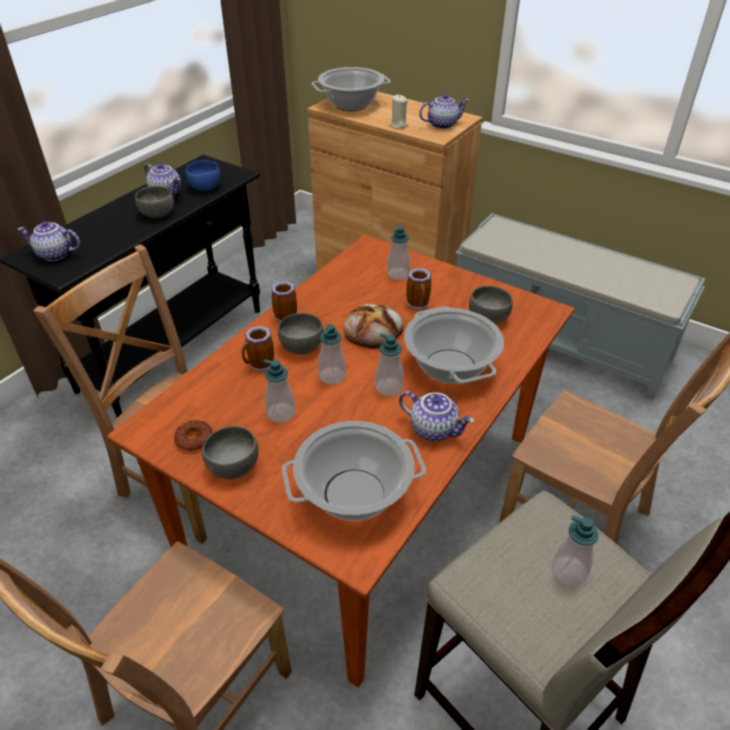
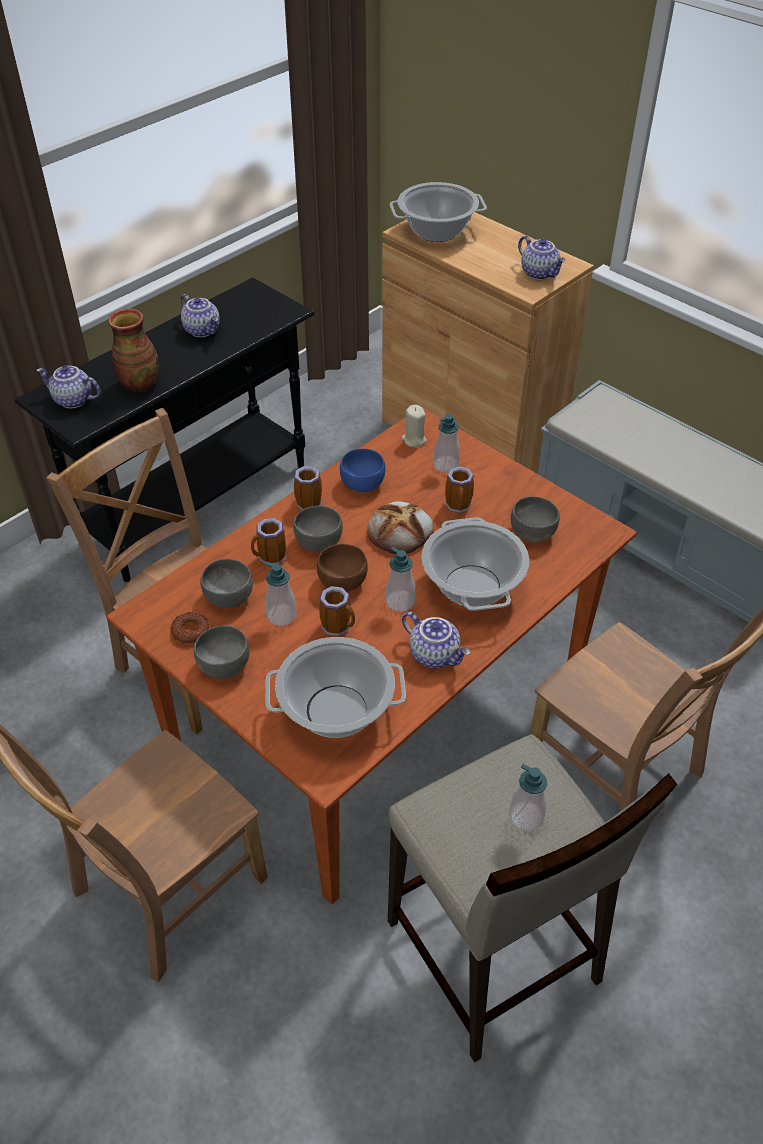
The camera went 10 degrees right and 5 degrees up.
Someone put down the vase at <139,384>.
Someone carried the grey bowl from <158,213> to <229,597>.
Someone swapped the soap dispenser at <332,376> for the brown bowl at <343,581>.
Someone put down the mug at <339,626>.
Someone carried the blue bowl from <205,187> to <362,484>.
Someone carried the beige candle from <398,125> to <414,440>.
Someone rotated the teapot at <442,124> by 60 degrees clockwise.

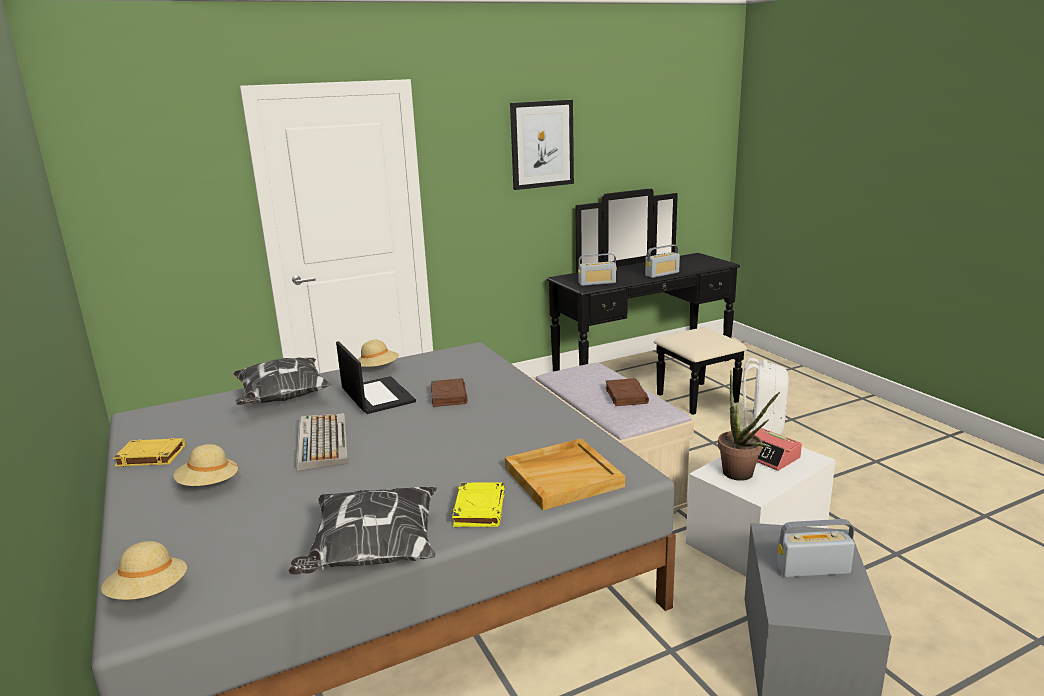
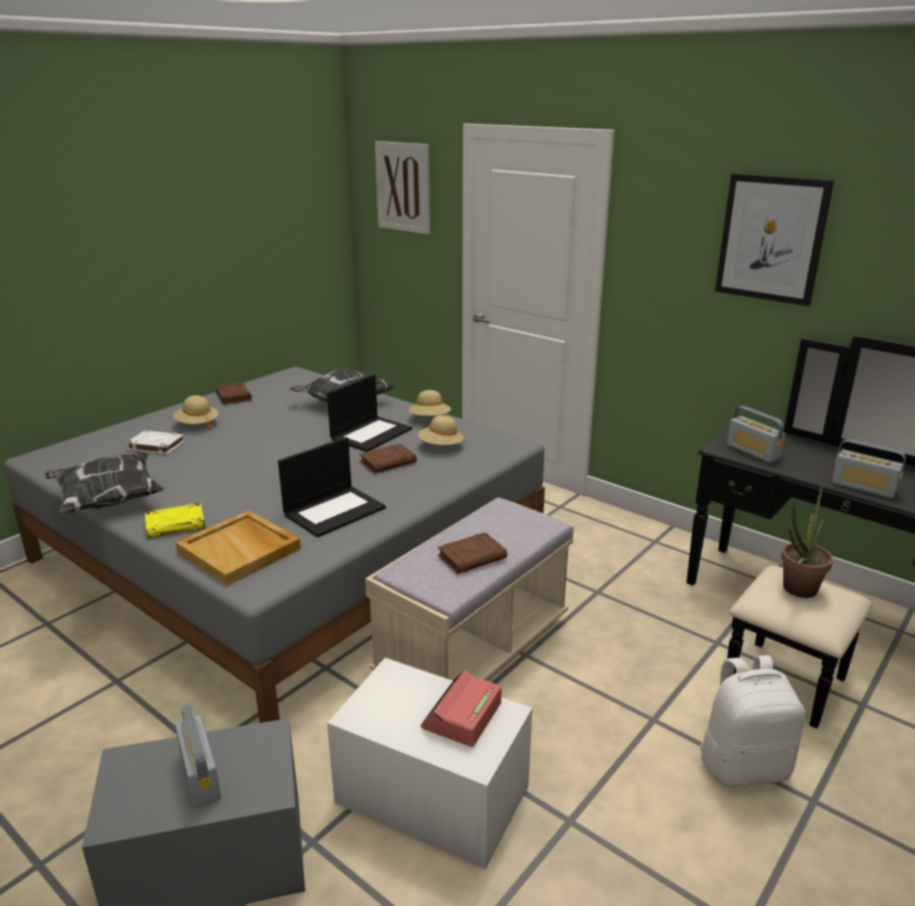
The camera went 65 degrees right and 5 degrees up.
Someone put down the white book at <156,445>.
Someone repainted the yellow book at <150,456>, which became the brown book at <233,396>.
Someone put down the laptop at <335,510>.
Someone put up the picture at <403,187>.
Someone carried the beige hat from <149,593> to <441,446>.
Someone carried the potted plant from <741,476> to <796,591>.
Someone took away the keyboard at <322,442>.

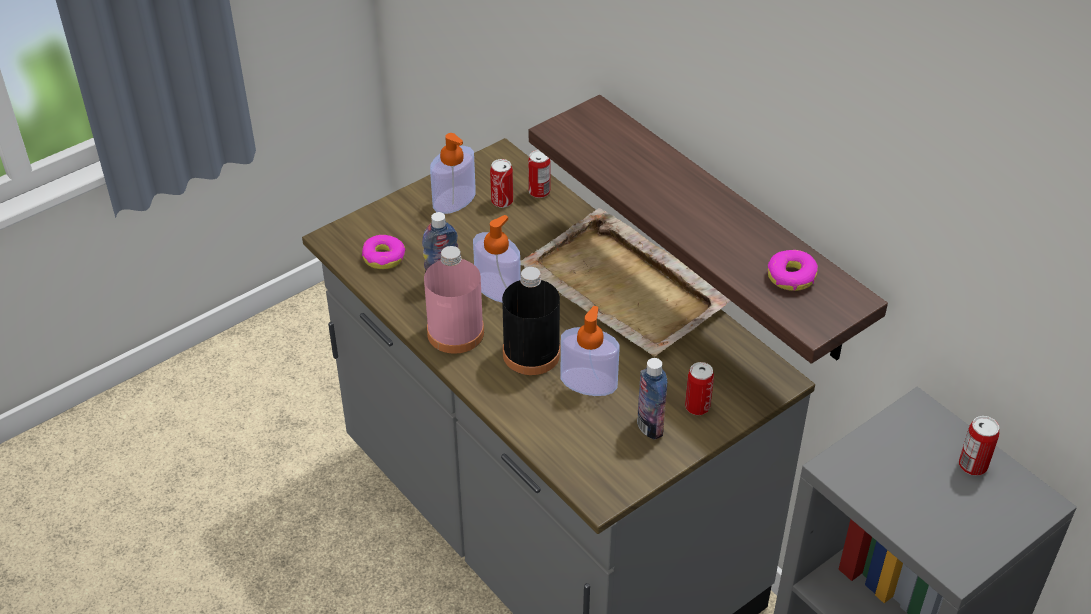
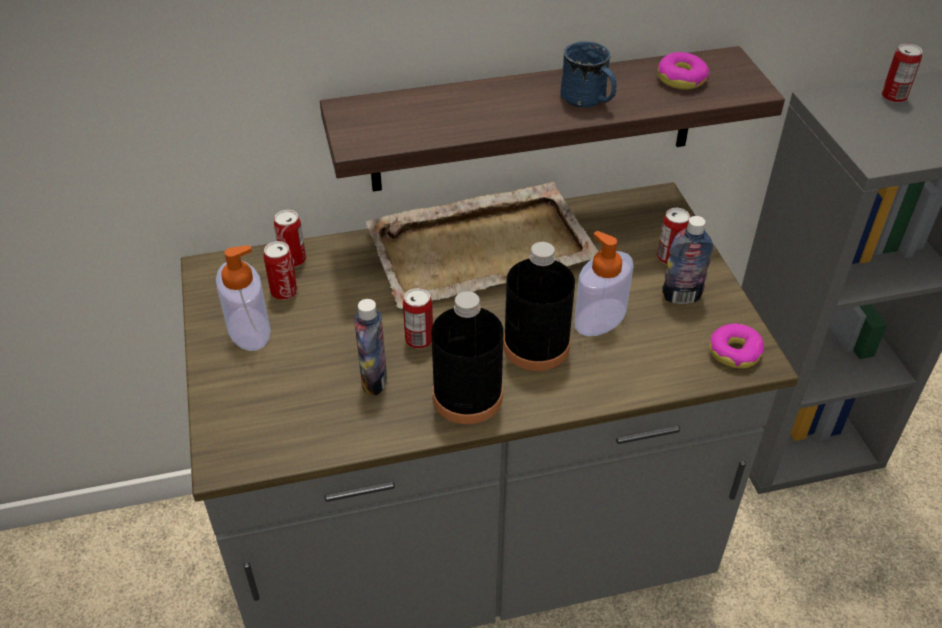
The camera went 65 degrees left and 0 degrees up.
Someone swapped the soap dispenser at <497,288> for the can at <419,340>.
Someone repainted the pink bottle at <455,333>, which became the black bottle at <467,397>.
Someone put down the blue mug at <588,101>.
Someone carried the donut from <384,257> to <735,352>.

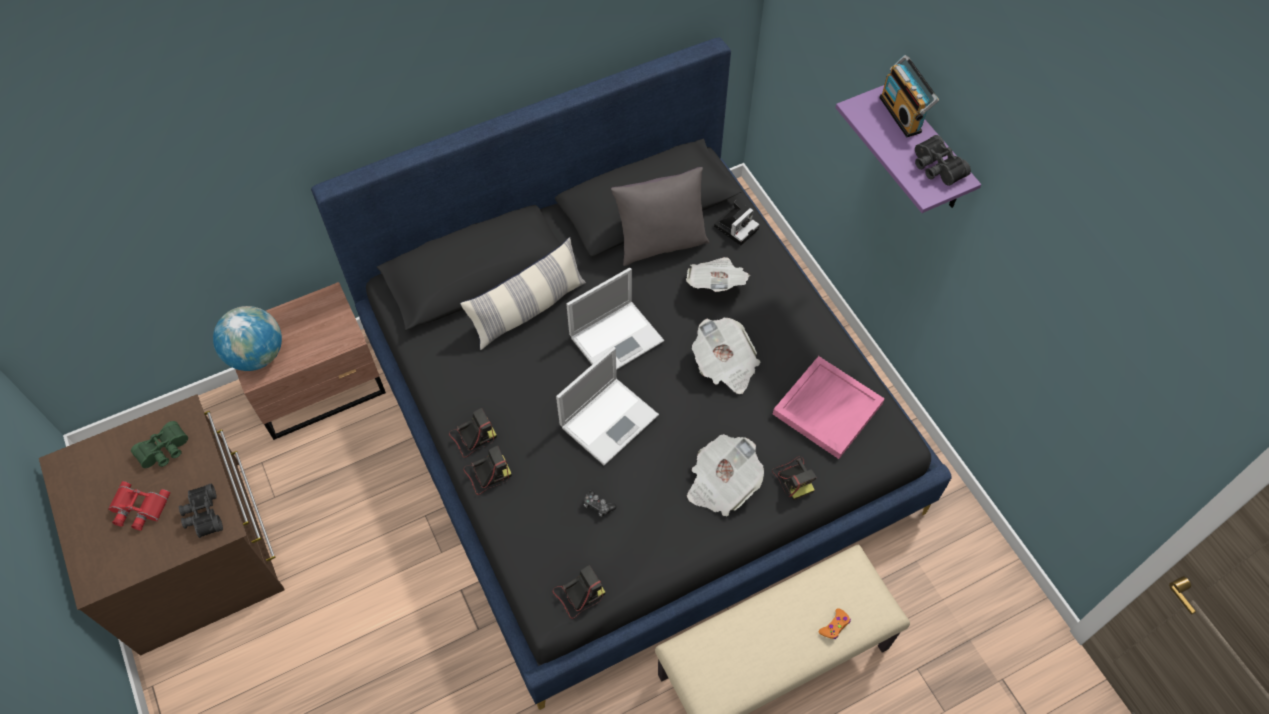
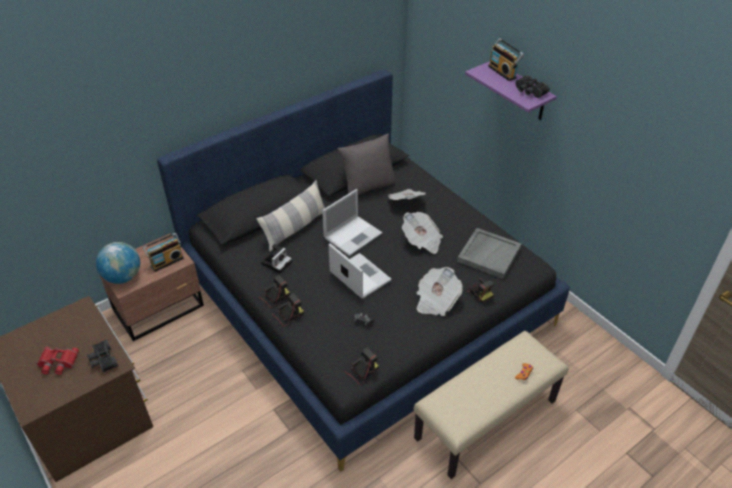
The camera went 10 degrees left and 15 degrees down.
Someone put down the radio at <166,261>.
Someone carried the photo camera from <736,226> to <277,262>.
Someone rotated the laptop at <610,419> by 75 degrees counterclockwise.
Someone repainted the pink tray at <827,408>, which became the grey tray at <488,254>.
Someone took away the green binoculars at <165,451>.

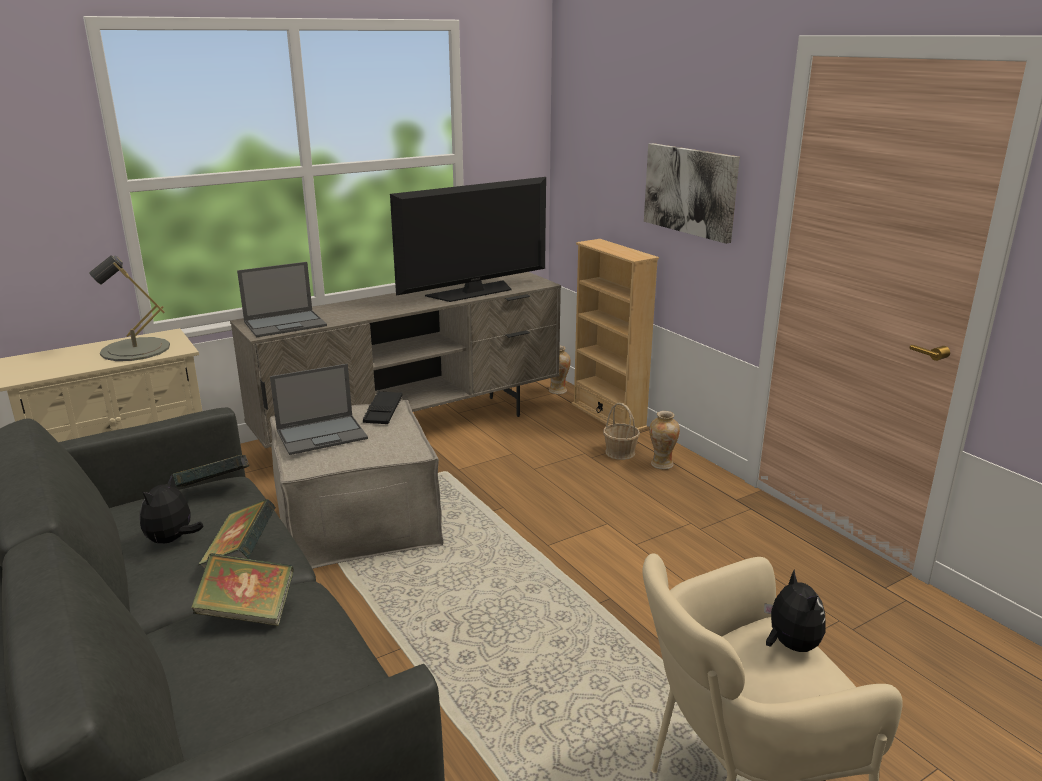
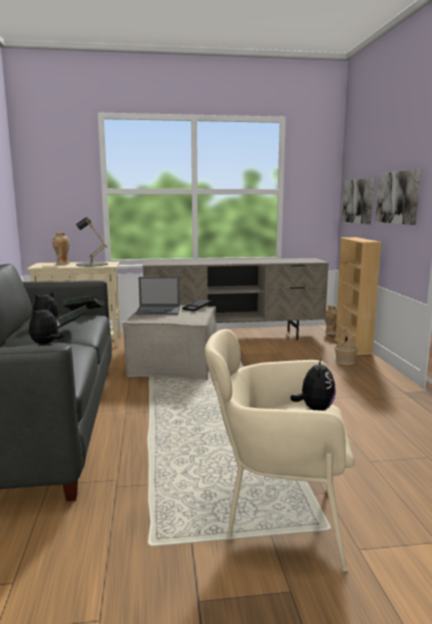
The camera went 25 degrees right and 10 degrees down.
Someone swapped the book at <247,612> for the plush toy at <46,344>.
Someone carried the vase from <662,464> to <62,264>.
Someone put up the picture at <358,201>.
Someone took away the laptop at <286,324>.
Someone took away the television at <473,292>.

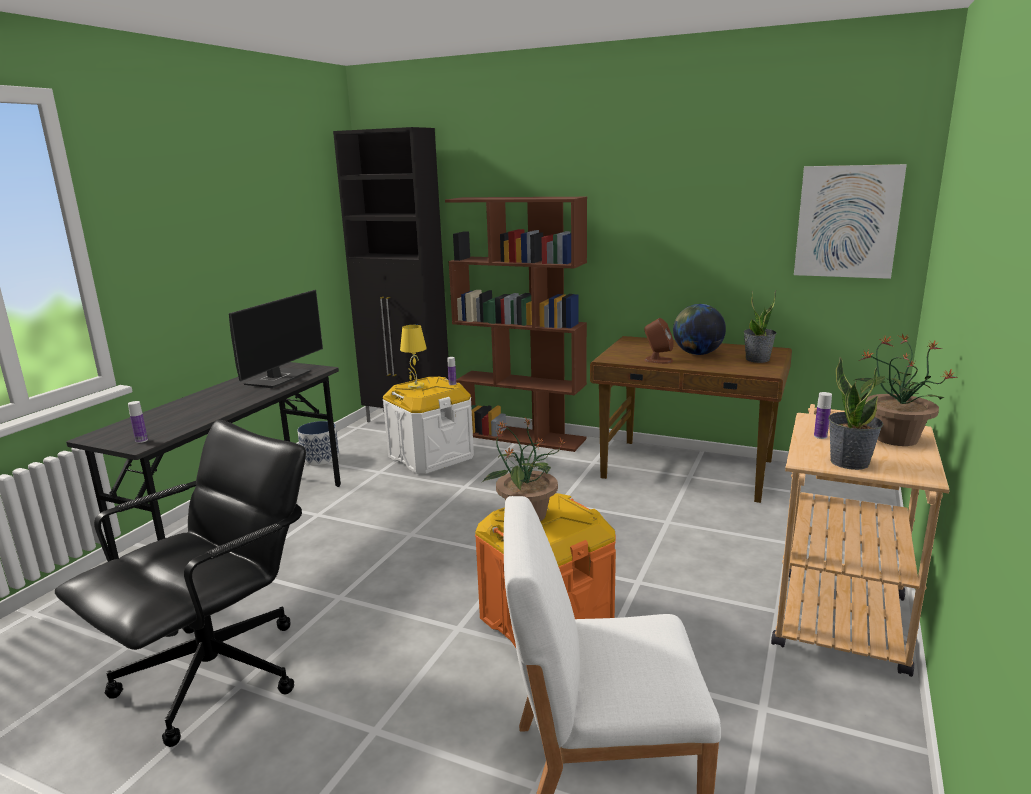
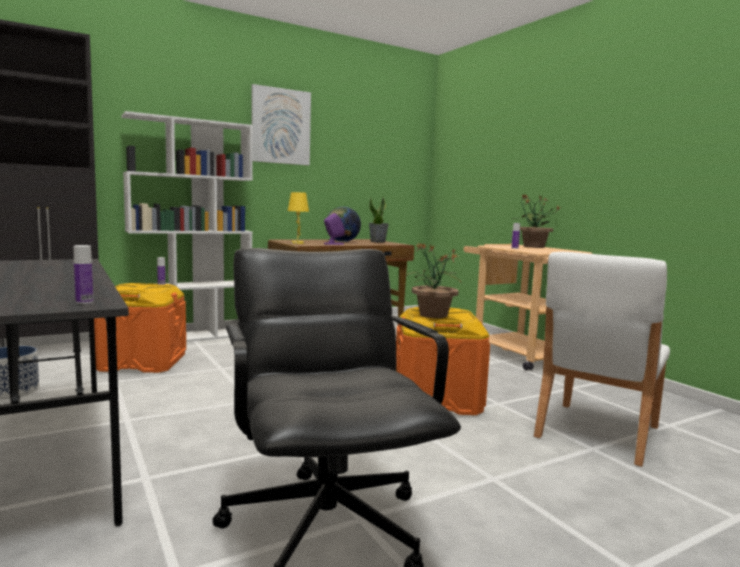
The camera went 55 degrees left and 10 degrees down.
Someone repainted the white storage box at <430,457>, which became the orange storage box at <142,362>.
Someone repainted the brown bookcase at <522,436>, which became the white bookcase at <192,337>.
Someone carried the picture from <847,221> to <280,126>.
Someone carried the yellow table lamp from <416,387> to <298,243>.
Someone repainted the brown speaker at <658,360>, which became the purple speaker at <333,244>.
Someone took away the monitor at <279,378>.
Someone took away the potted plant at <849,462>.

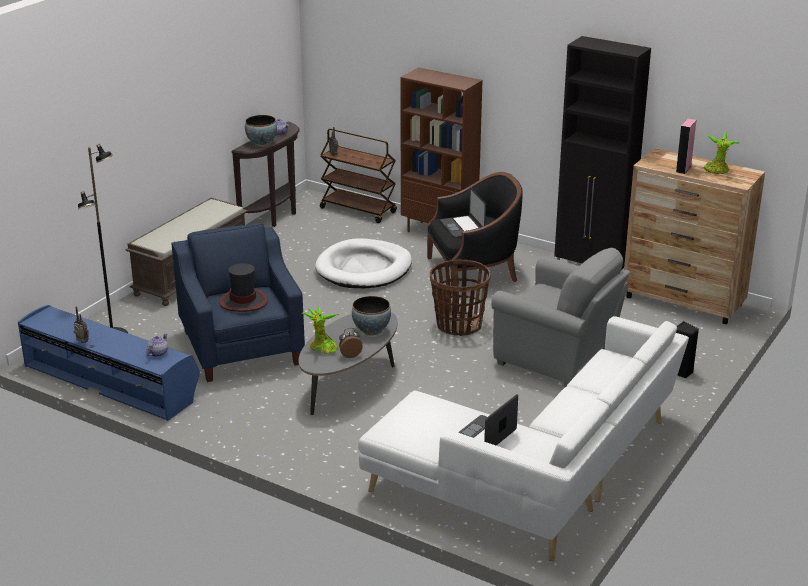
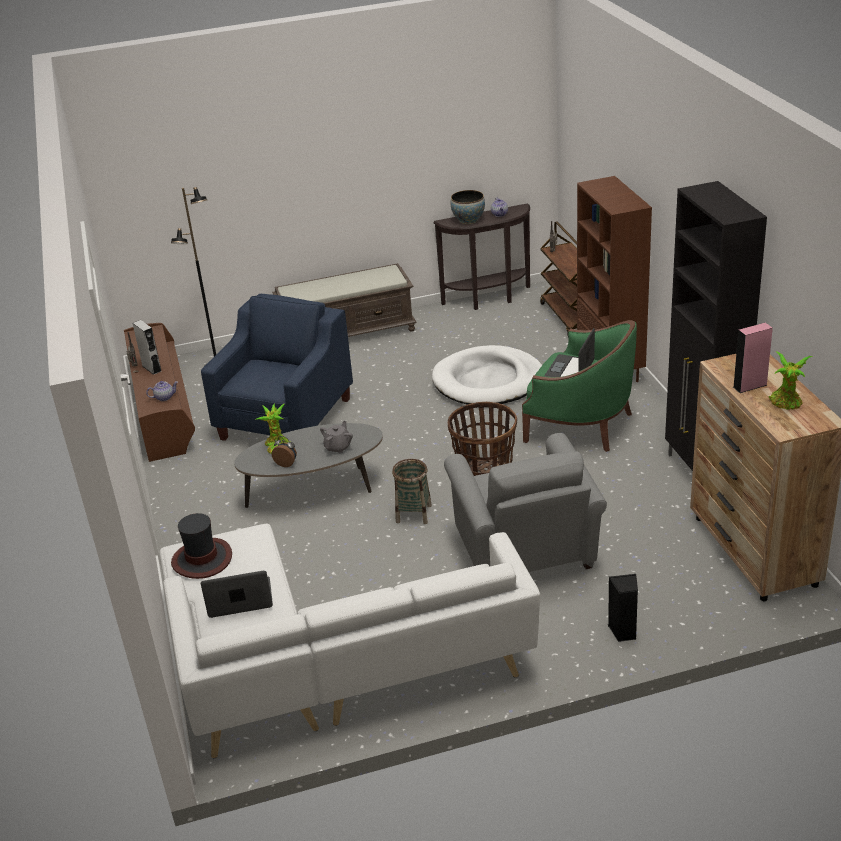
The camera went 45 degrees right and 5 degrees up.
Someone repainted the blue tv stand at <111,380>, which became the brown tv stand at <164,408>.
Someone put down the grey speaker at <151,368>.
Someone carried the hat from <244,301> to <202,559>.
Someone swapped the bowl at <371,330> for the grey teapot at <338,447>.
Someone put down the basket at <413,514>.
Someone repainted the black armchair at <473,272>, which became the green armchair at <580,425>.

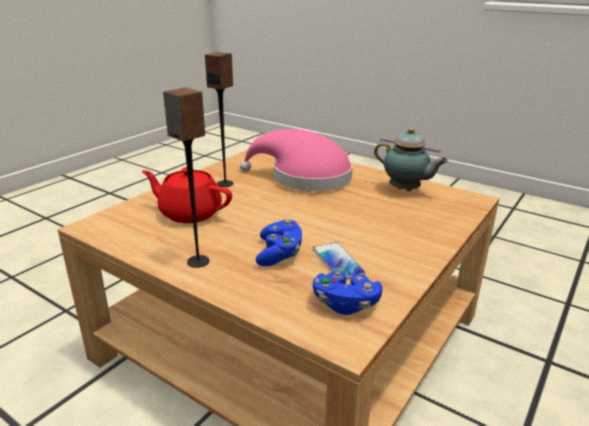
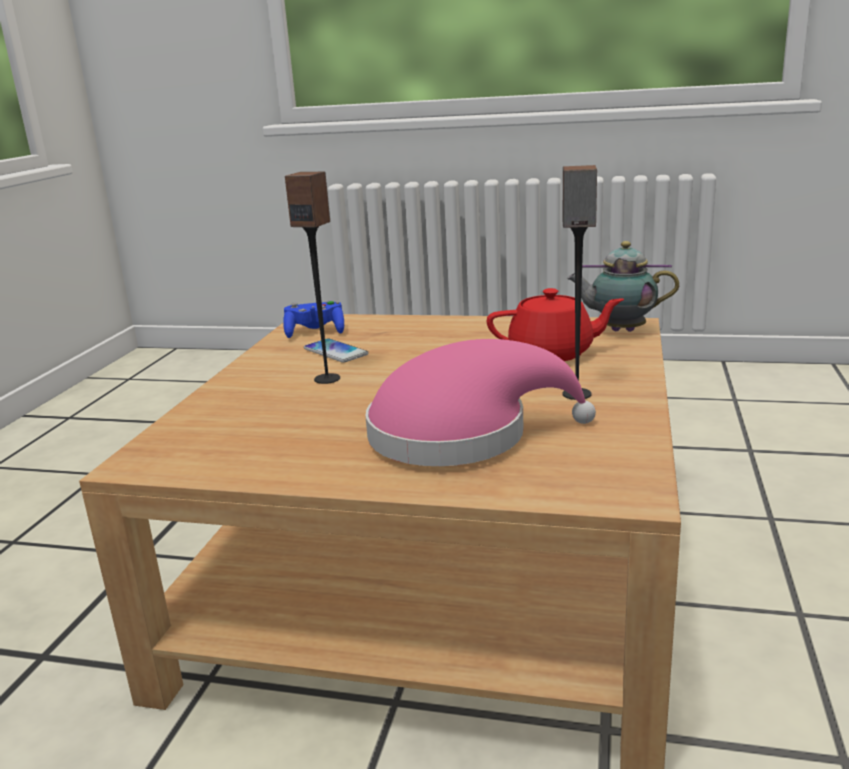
The camera went 160 degrees right and 5 degrees down.
Someone carried the speaker from <197,262> to <327,378>.
Someone carried the teapot from <406,190> to <619,331>.
Someone took away the blue game controller at <279,254>.

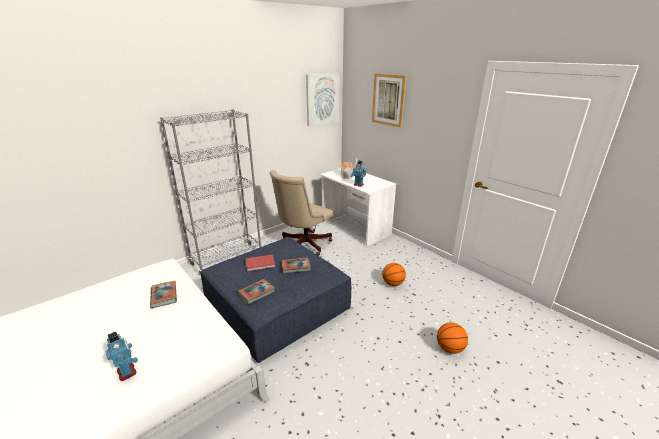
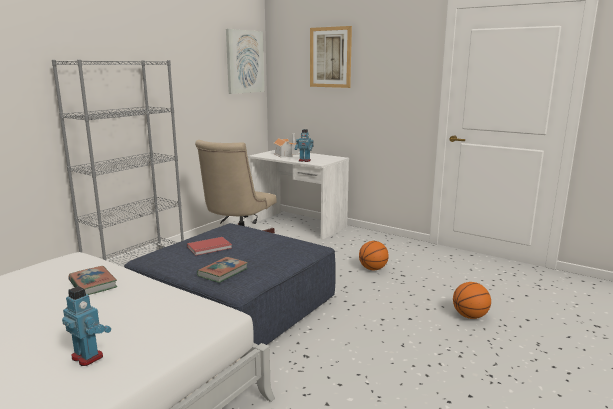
The camera went 15 degrees left and 10 degrees down.
Someone took away the book at <296,267>.

